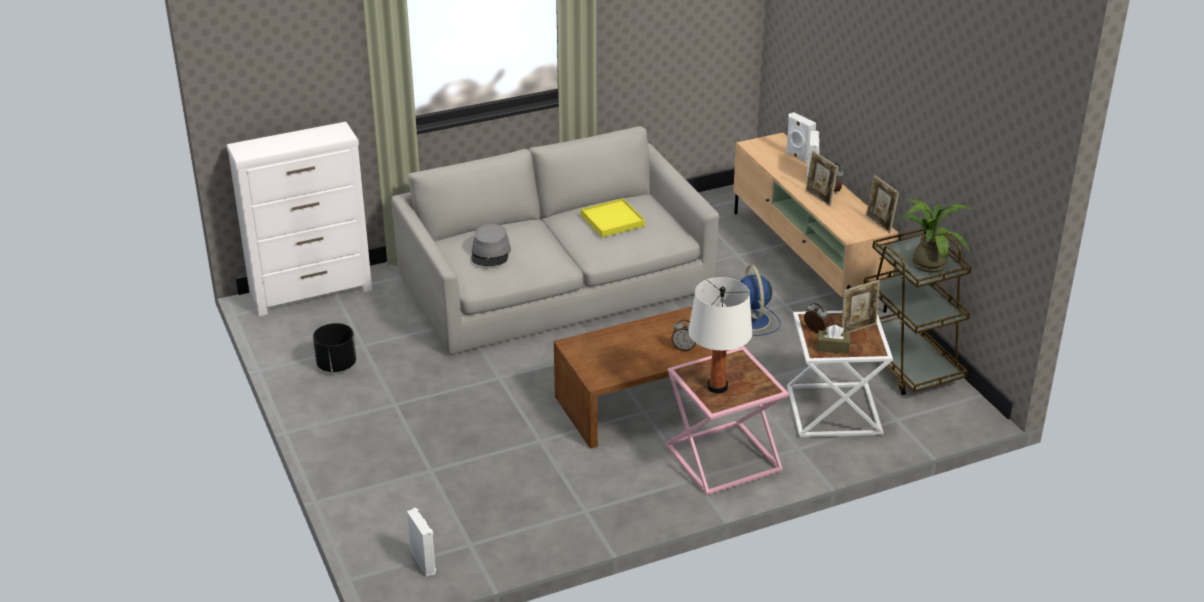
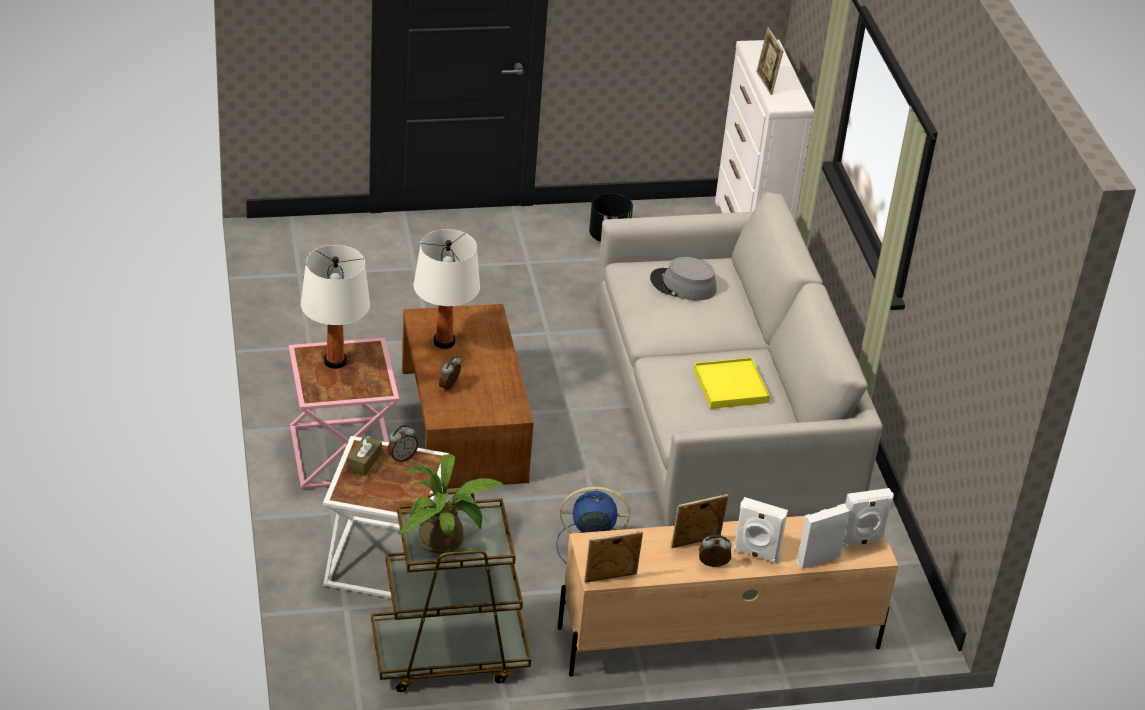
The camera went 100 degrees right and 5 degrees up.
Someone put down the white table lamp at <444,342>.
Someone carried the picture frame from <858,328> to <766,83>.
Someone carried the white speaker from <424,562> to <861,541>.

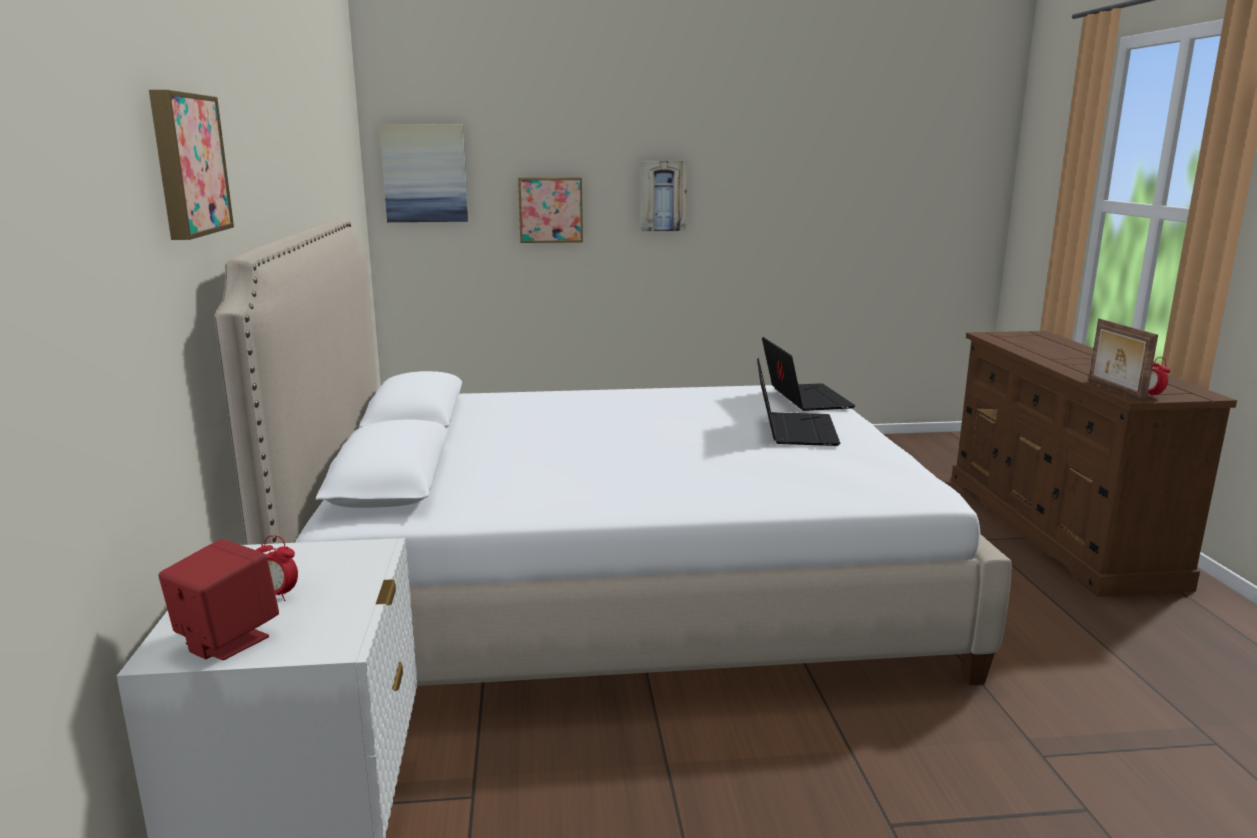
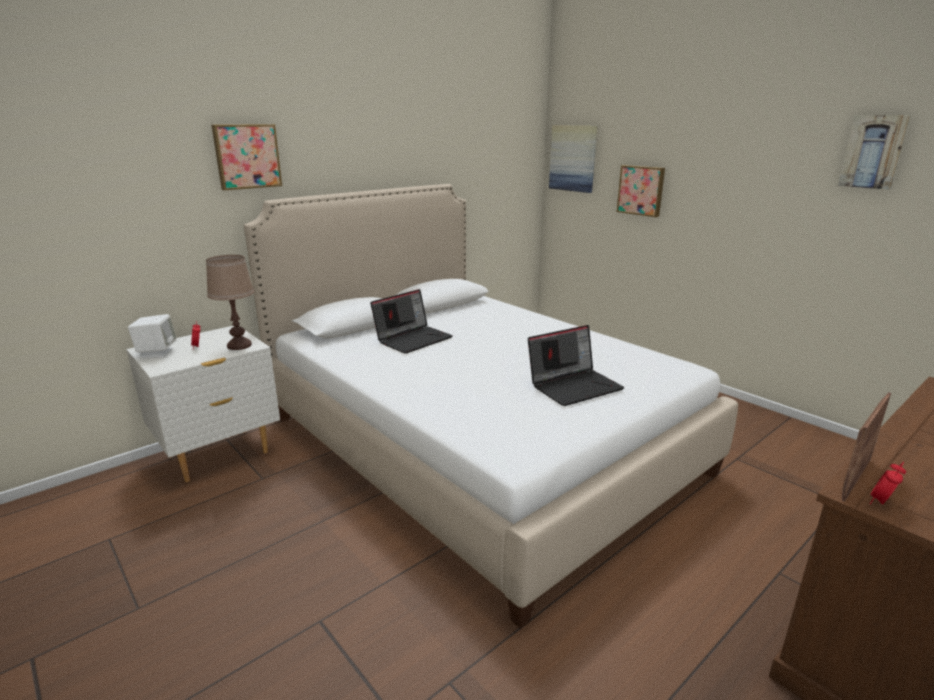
The camera went 55 degrees right and 5 degrees up.
Someone repainted the red speaker at <226,640>, which became the white speaker at <157,353>.
Someone put down the brown table lamp at <239,345>.
Someone carried the laptop from <803,398> to <413,339>.
Someone carried the picture from <663,196> to <873,152>.

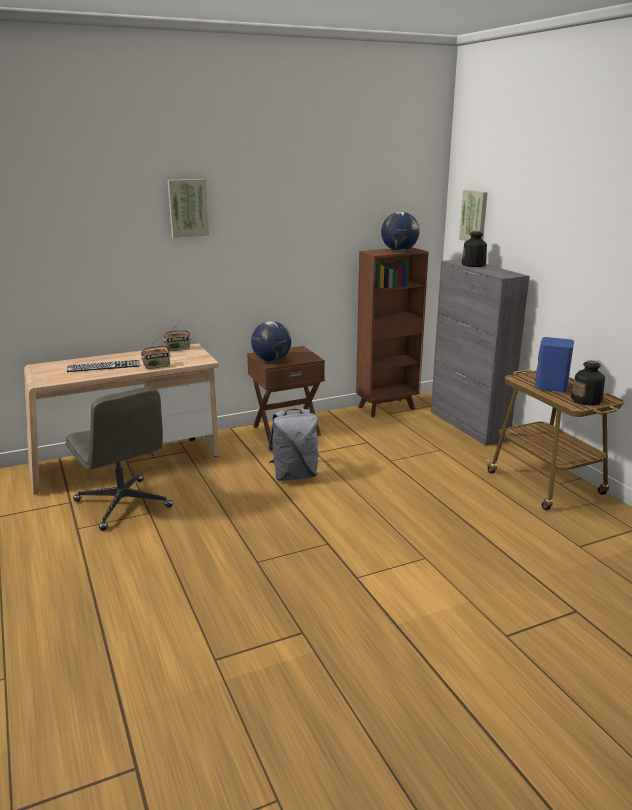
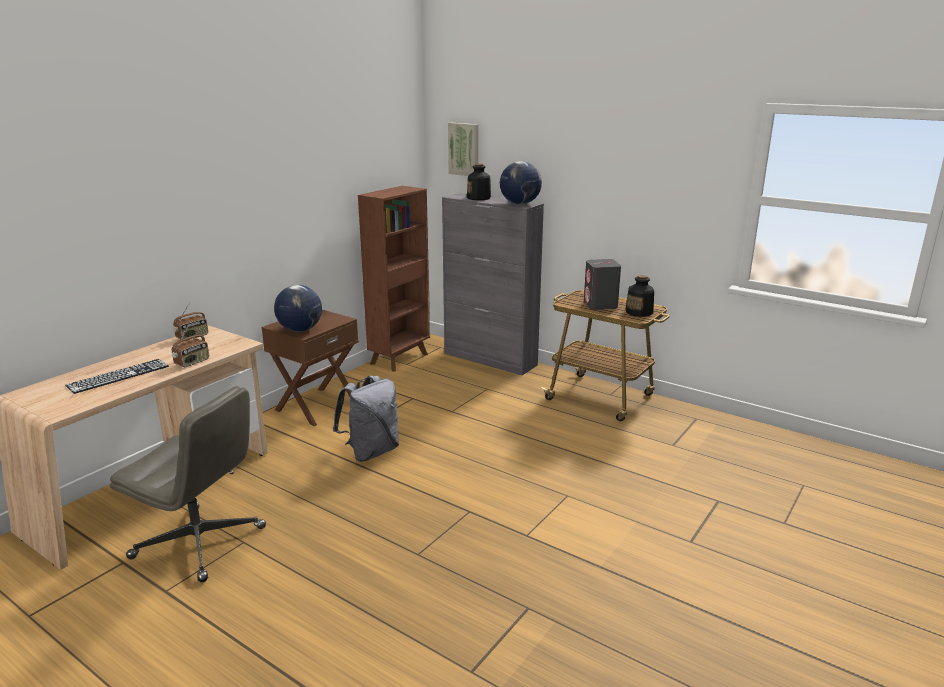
The camera went 30 degrees left and 0 degrees up.
Someone carried the globe from <399,251> to <520,204>.
Someone repainted the blue speaker at <551,386>, which became the grey speaker at <600,305>.
Someone took away the picture at <188,208>.

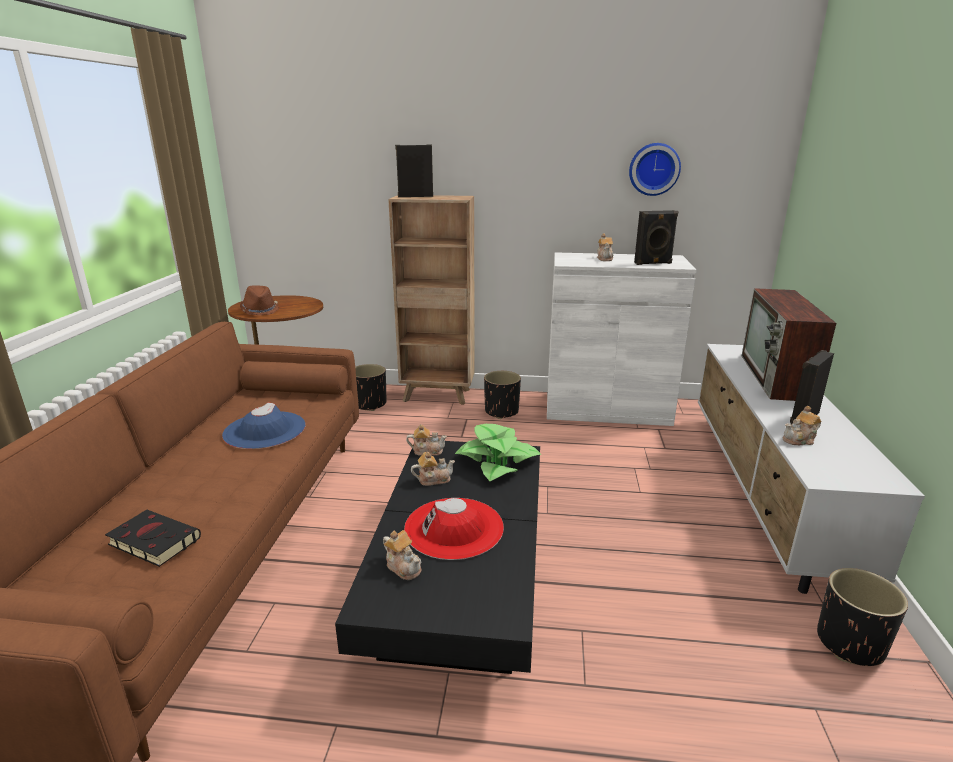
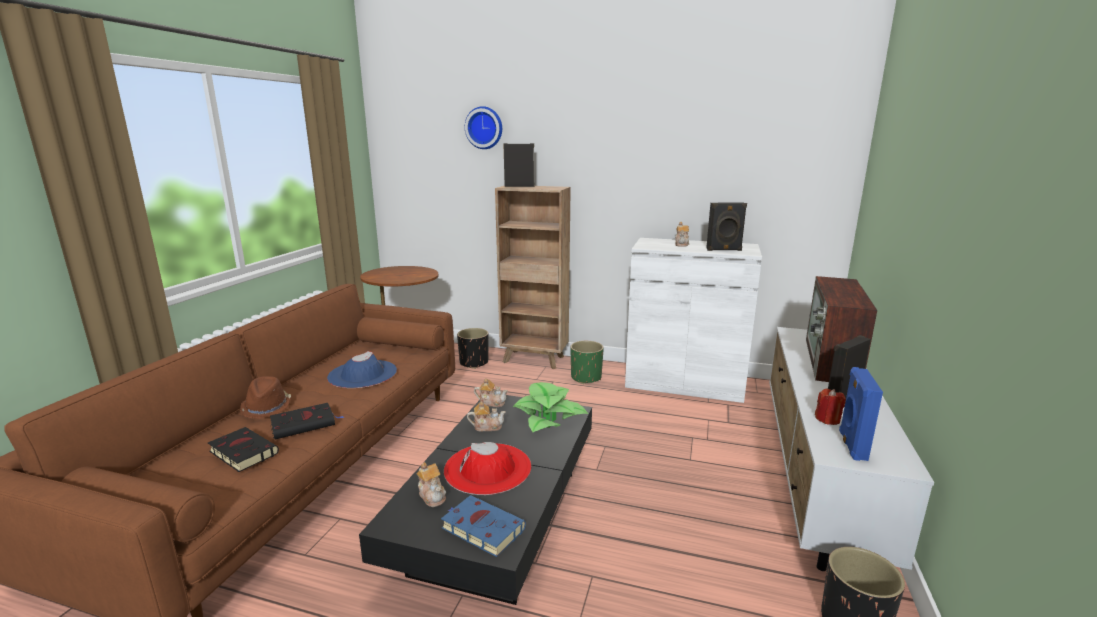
The camera went 10 degrees right and 5 degrees down.
Someone carried the brown hat from <260,310> to <267,407>.
Someone put down the black book at <305,424>.
Someone put down the blue book at <481,528>.
Someone carried the wall clock from <654,169> to <484,128>.
Someone repainted the black planter at <501,411>, which became the green planter at <586,377>.
Someone swapped the teapot at <800,440> for the red candle at <827,419>.
Someone put down the blue speaker at <851,445>.

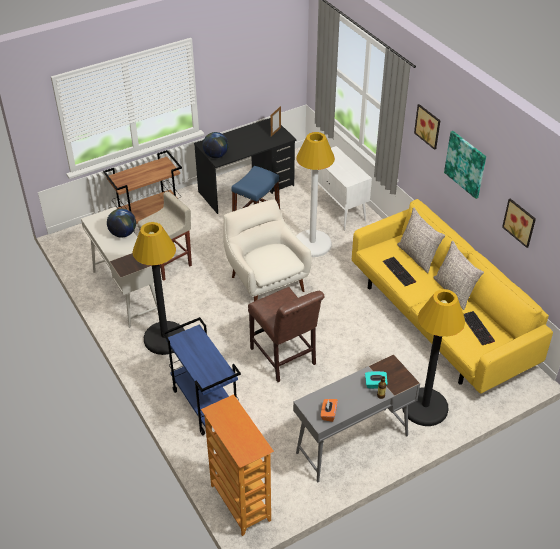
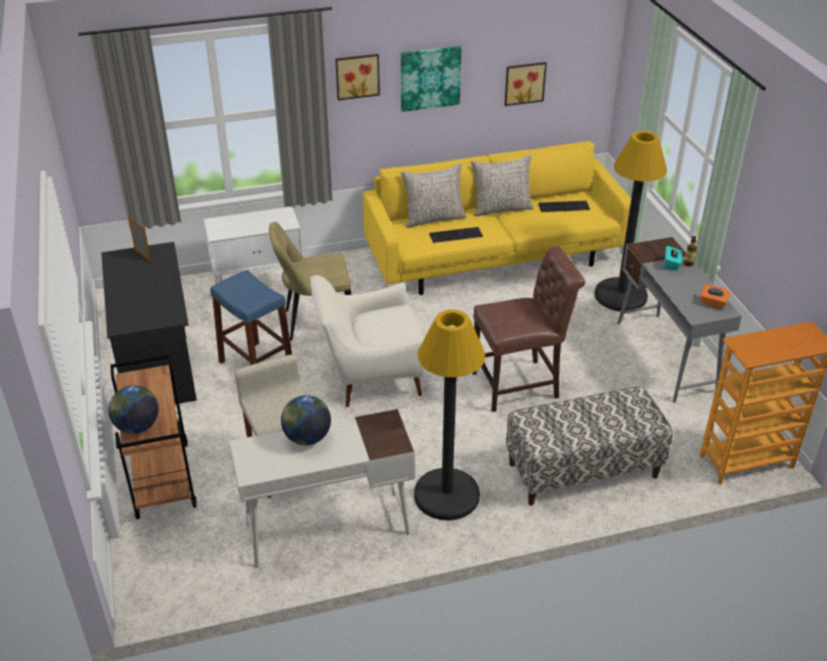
The camera went 75 degrees left and 5 degrees down.
Someone carried the globe from <216,155> to <137,426>.
Someone swapped the white floor lamp at <312,244> for the beige chair at <316,322>.
Someone swapped the blue cart at <204,404> for the bench at <583,470>.

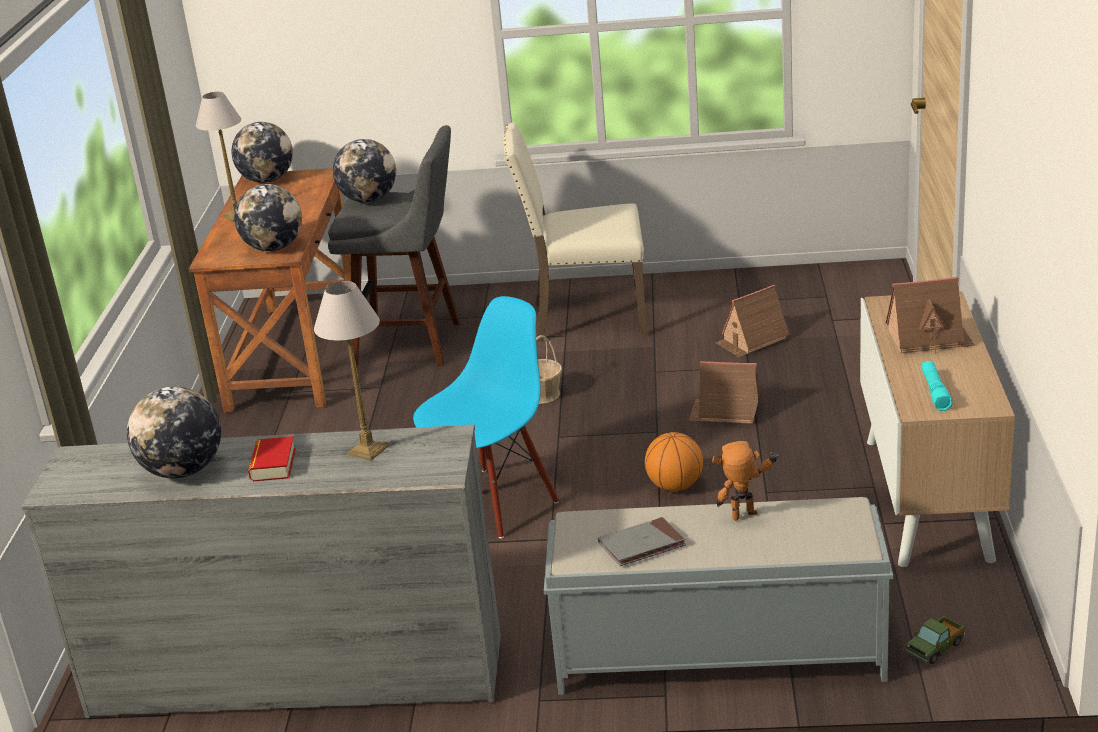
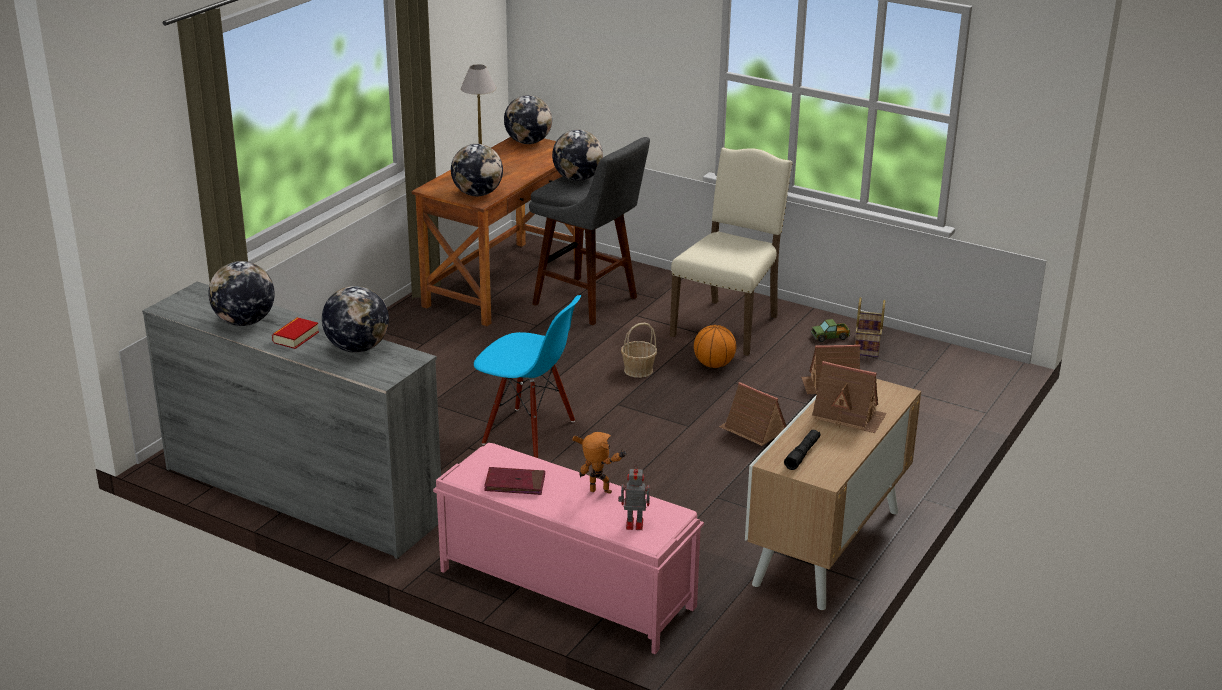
The camera went 25 degrees right and 0 degrees up.
Someone swapped the table lamp at <367,449> for the globe at <357,348>.
Someone repainted the grey bench at <716,653>, which became the pink bench at <565,588>.
Someone rotated the blue chair at <494,503> by 45 degrees clockwise.
Someone repainted the grey book at <642,545>, which became the red book at <515,484>.
Someone put down the toy robot at <633,524>.
Someone rotated the beige chair at <586,318> by 90 degrees clockwise.
Someone carried the basketball from <675,486> to <713,365>.
Someone repainted the turquoise flashlight at <935,391>, which became the black flashlight at <802,454>.
Someone carried the toy truck from <935,648> to <830,337>.
Someone put down the basket at <868,346>.

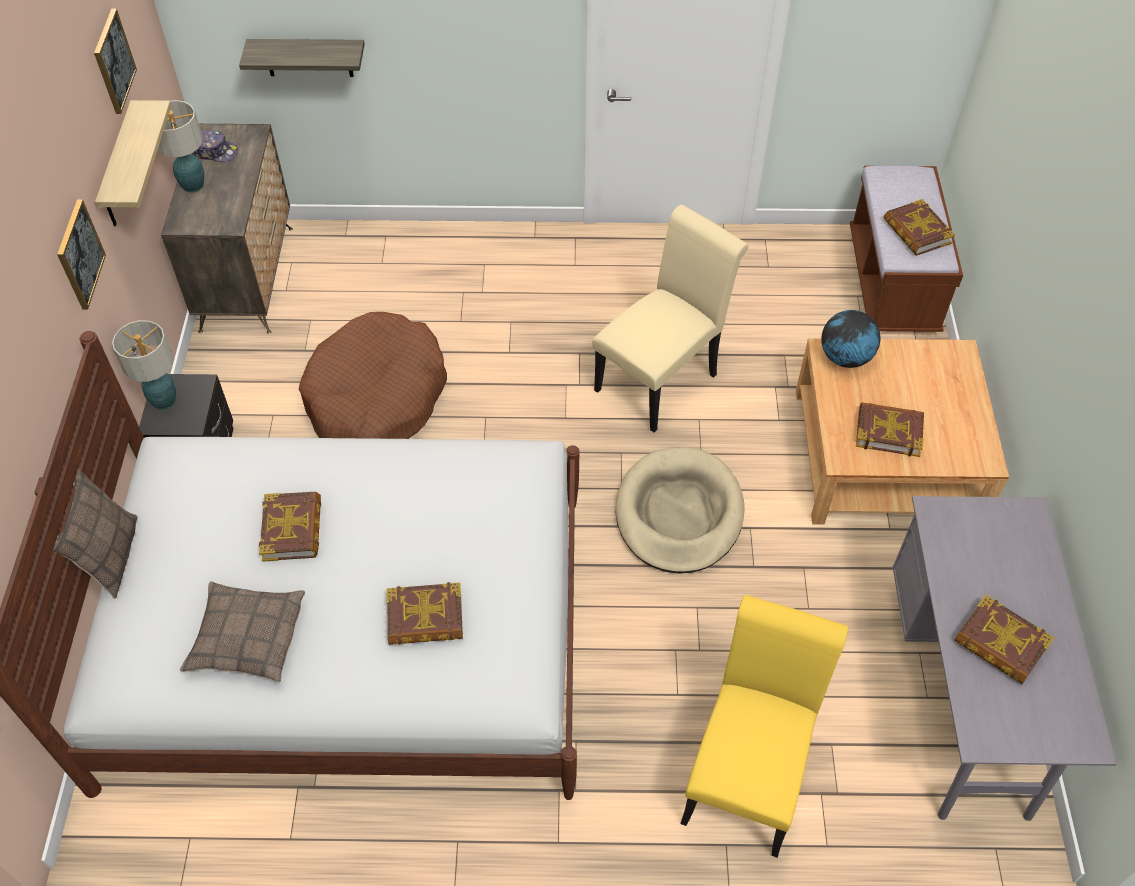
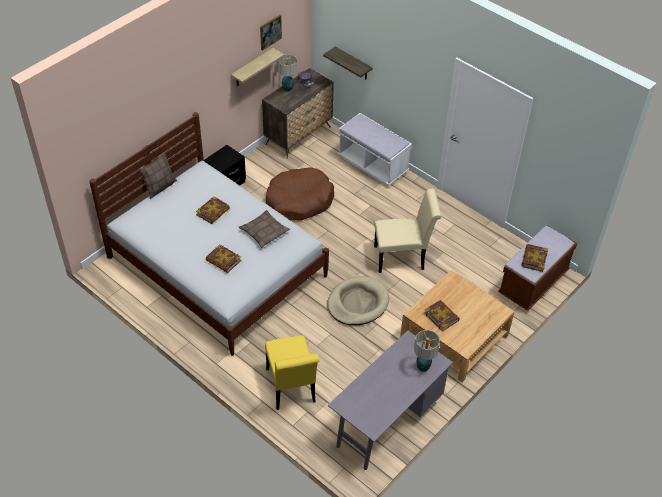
The camera went 40 degrees right and 5 degrees down.
Someone carried the pillow from <247,637> to <264,232>.
Someone rotated the yellow chair at <747,772> by 105 degrees clockwise.
Someone put down the white bench at <373,165>.
Someone carried the table lamp from <164,401> to <423,367>.
Someone took away the picture at <79,254>.
Someone took away the globe at <845,358>.
Someone took away the book at <1000,644>.

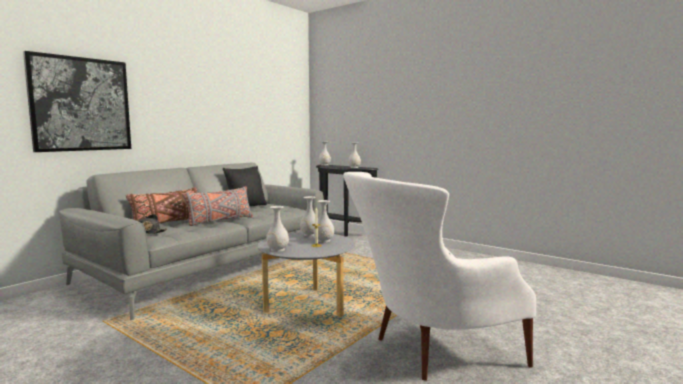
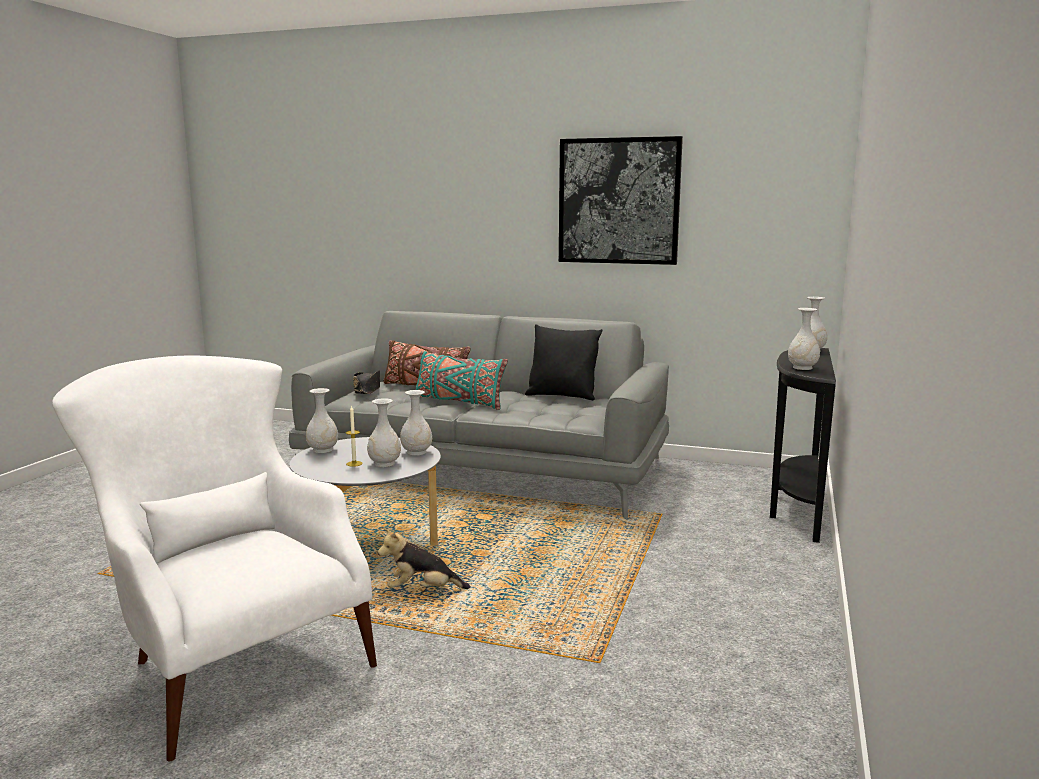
The camera went 70 degrees right and 5 degrees up.
Someone put down the plush toy at <422,590>.
Someone repainted the grey pillow at <219,221>, which became the turquoise pillow at <459,402>.
Someone carried the picture from <81,104> to <618,201>.

